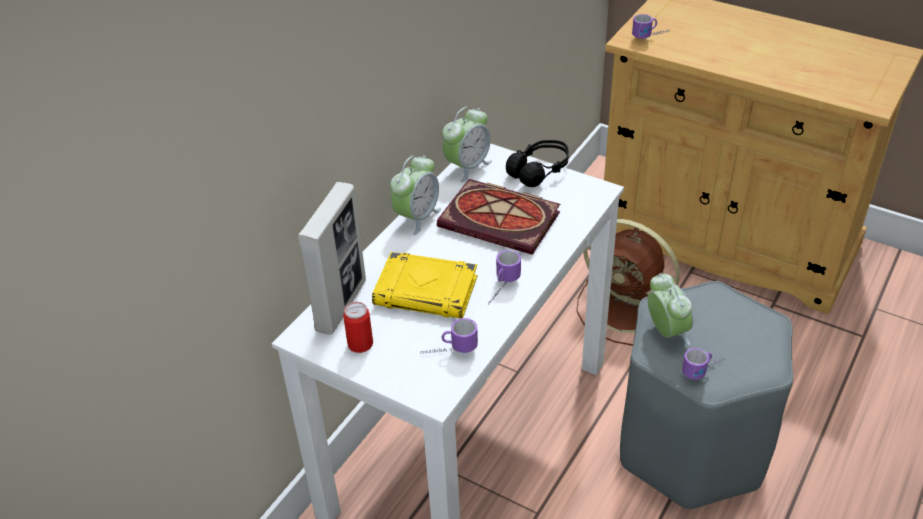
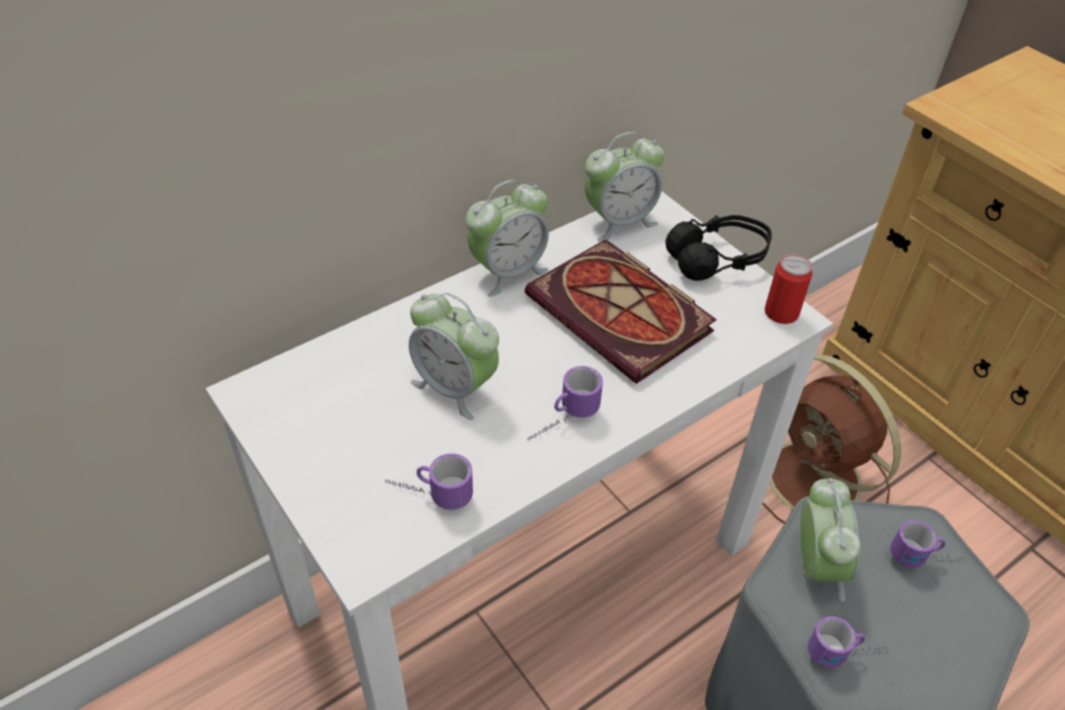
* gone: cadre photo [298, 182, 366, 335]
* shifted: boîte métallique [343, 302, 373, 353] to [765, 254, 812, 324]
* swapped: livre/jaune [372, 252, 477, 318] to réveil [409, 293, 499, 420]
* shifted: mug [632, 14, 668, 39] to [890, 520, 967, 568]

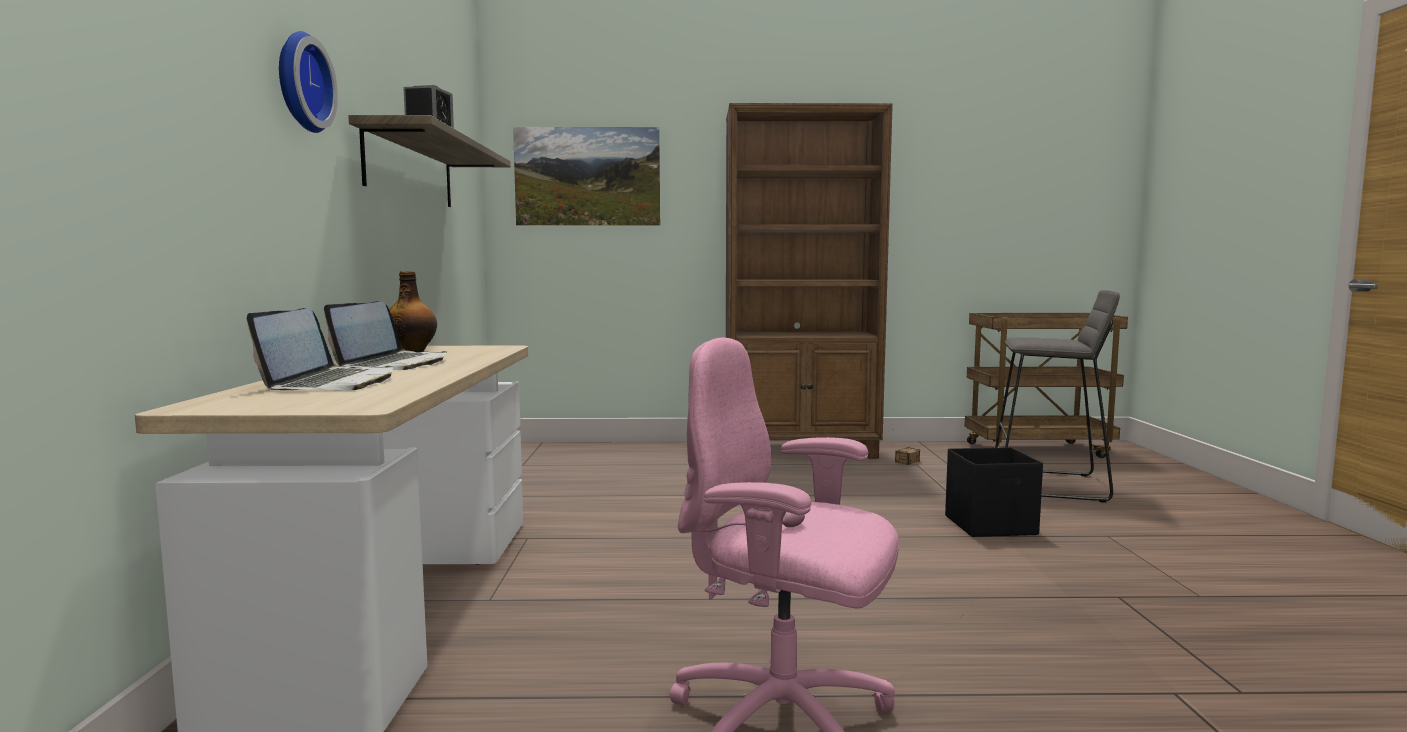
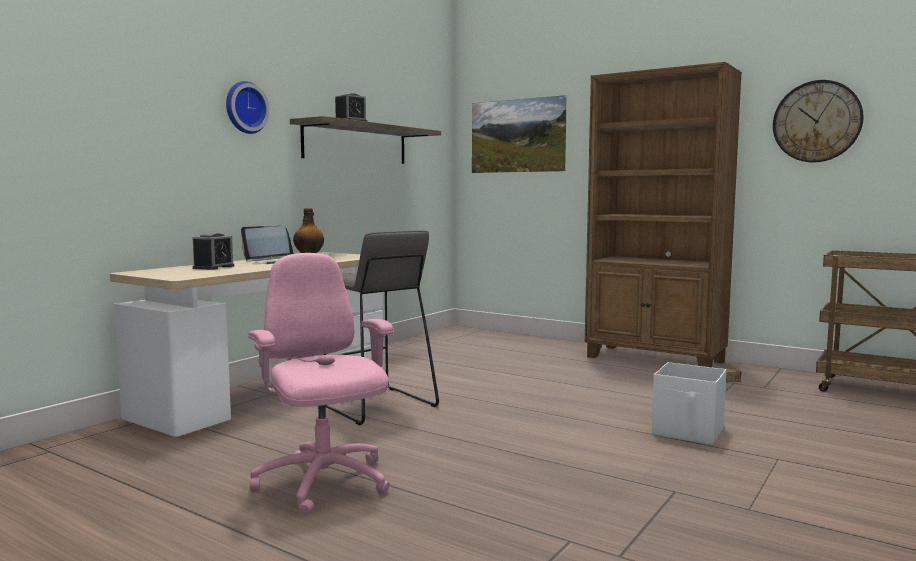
* swapped: ordinateur portable [247, 308, 393, 391] to réveil [193, 233, 234, 270]
* repainted: boîte de rangement/noir [945, 447, 1043, 537] to boîte de rangement/blanc [652, 362, 727, 445]
* shifted: tabouret/gris [995, 290, 1120, 503] to [323, 230, 439, 425]
* new: horloge murale [773, 80, 864, 163]

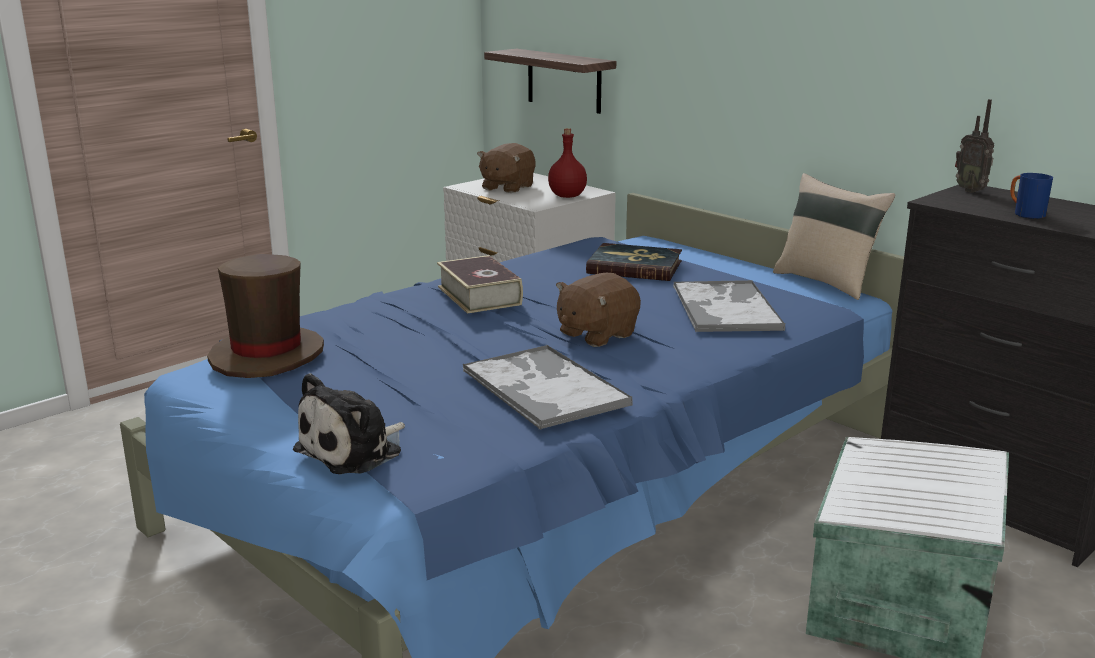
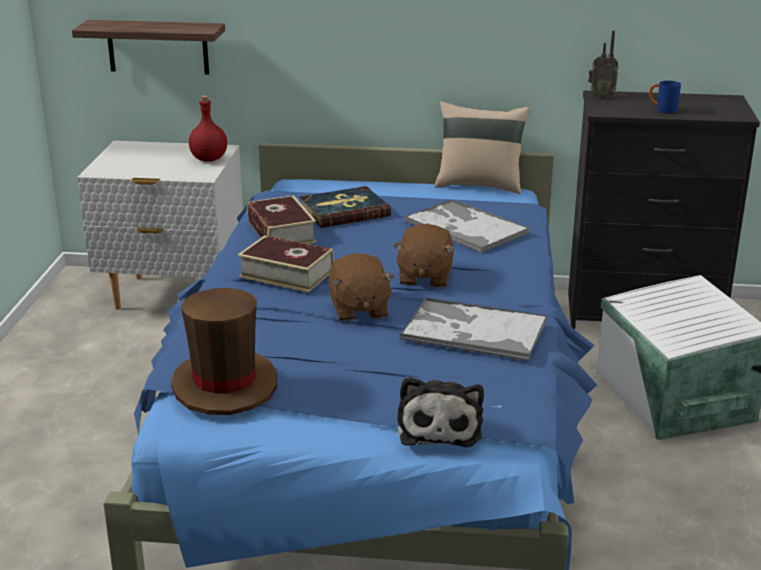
* shifted: peluche/marron [477, 143, 536, 193] to [329, 253, 395, 322]
* new: livre [247, 195, 317, 244]

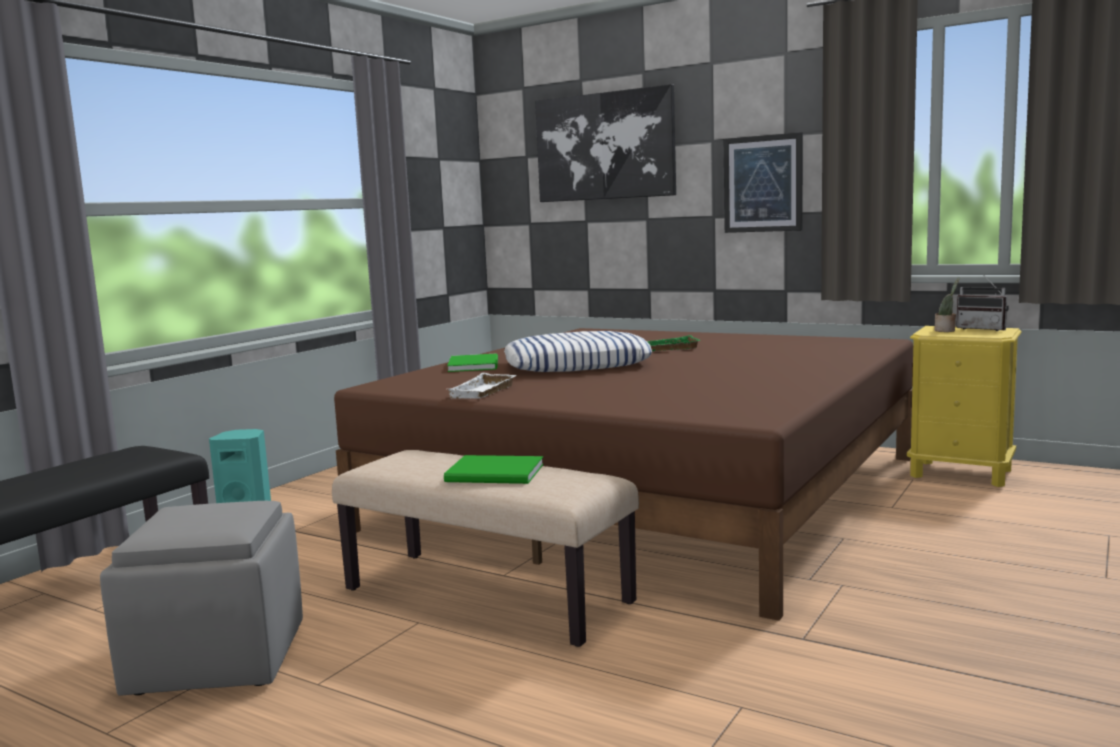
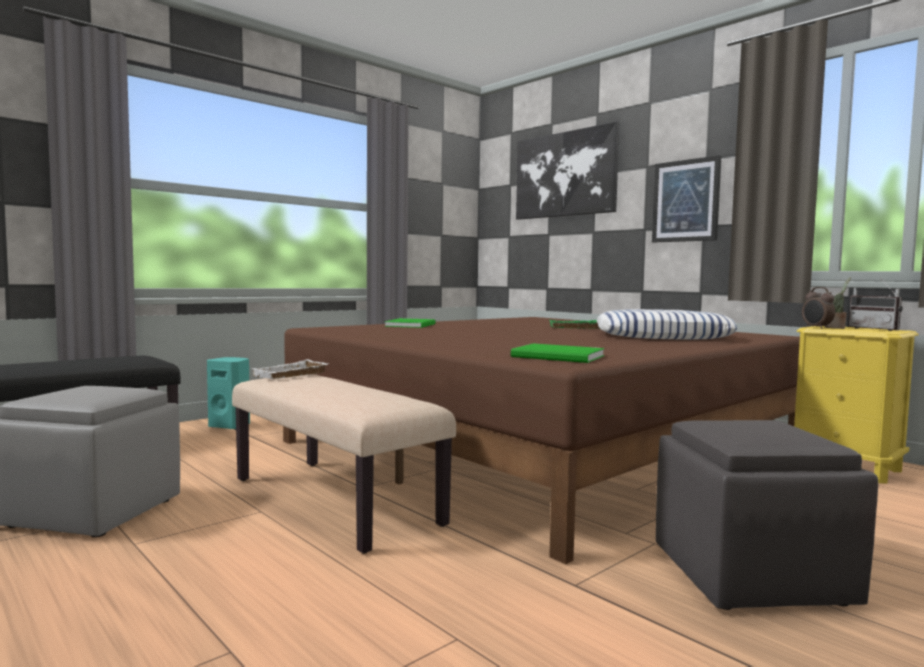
* shifted: livre/vert [444, 455, 544, 484] to [511, 343, 605, 363]
* shifted: plateau/blanc [448, 373, 516, 399] to [252, 359, 329, 379]
* shifted: coussin [504, 331, 652, 372] to [597, 309, 738, 340]
* new: pouf/gris [656, 420, 878, 610]
* new: réveil [802, 287, 835, 329]

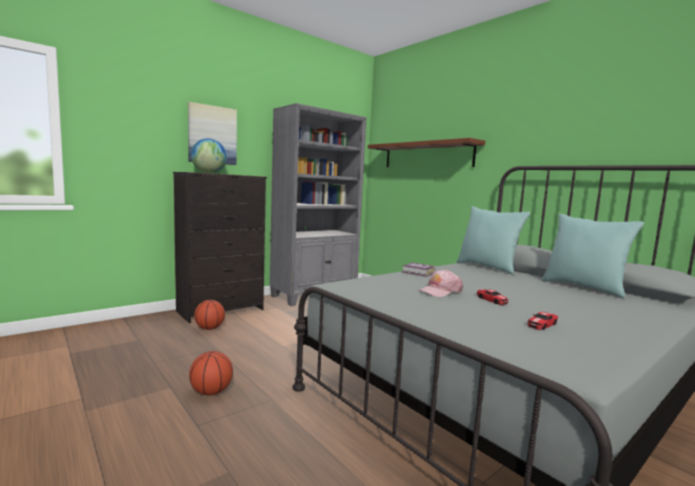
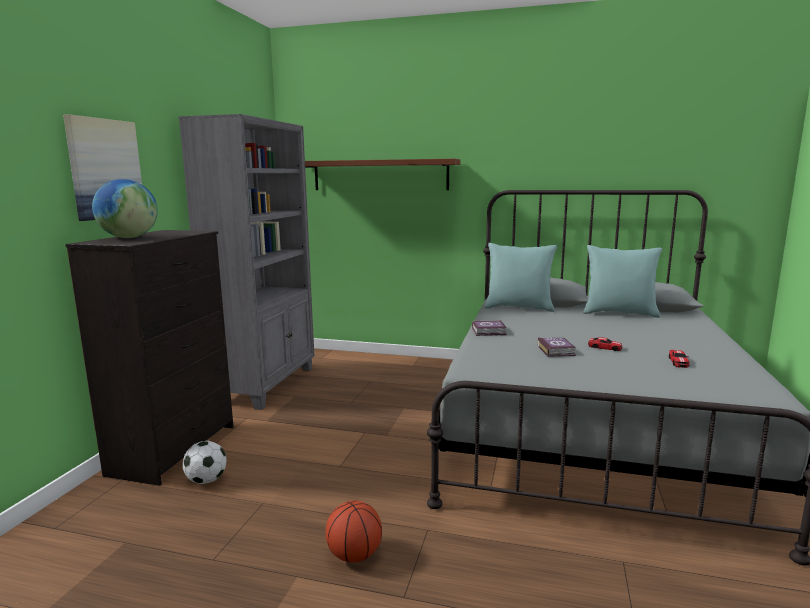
* swapped: ballon de basket [194, 300, 225, 330] to ballon de foot [183, 441, 227, 484]
* swapped: casquette/rose [418, 270, 463, 297] to livre [537, 337, 576, 357]

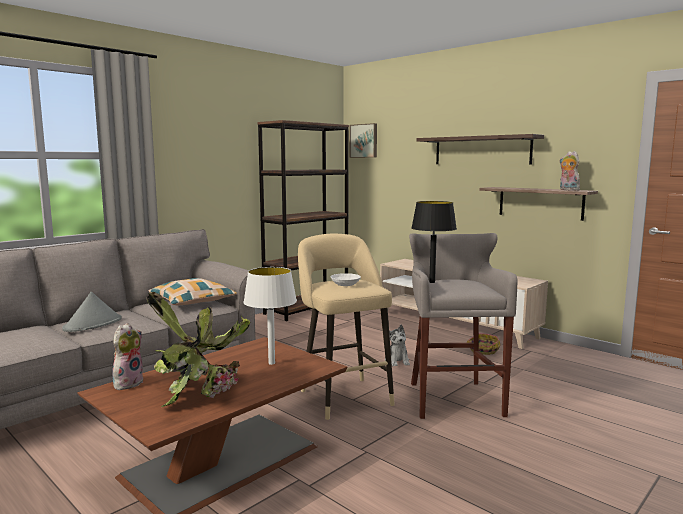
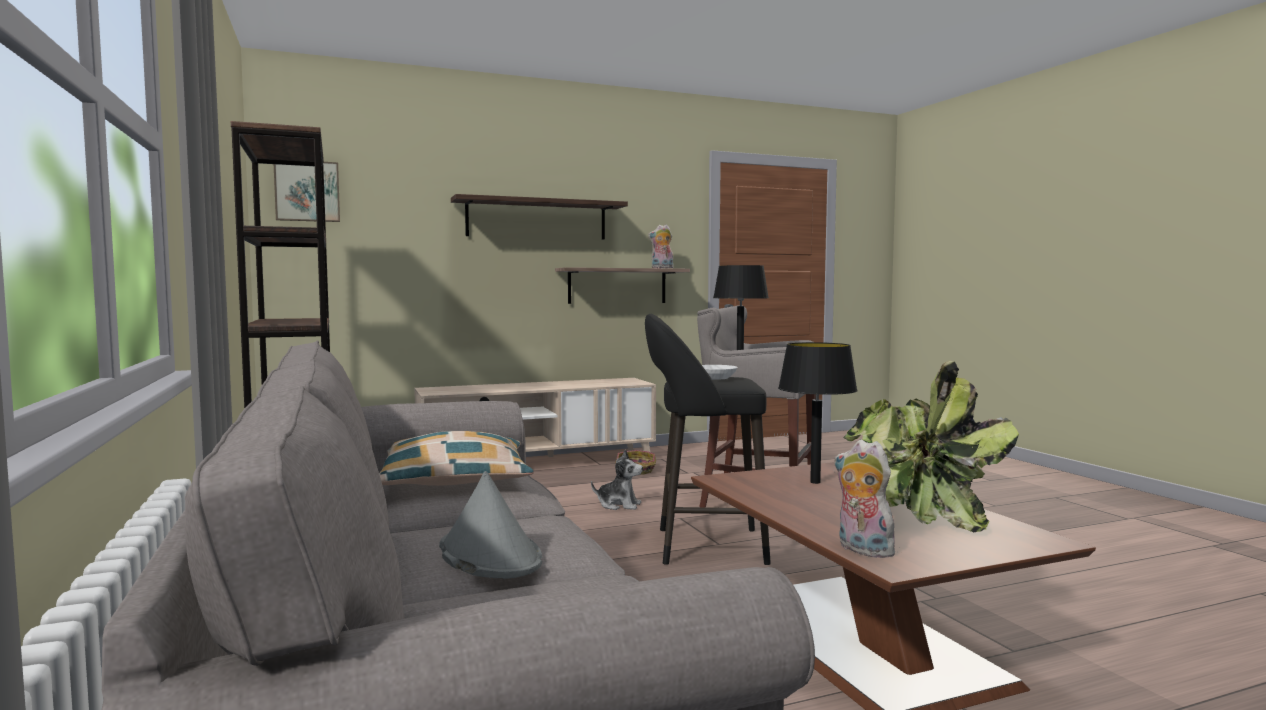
* repainted: lampe de table/blanc [243, 267, 297, 365] to lampe de table/noir [778, 342, 858, 484]
* repainted: tabouret/beige [298, 234, 395, 420] to tabouret/noir [645, 314, 771, 565]

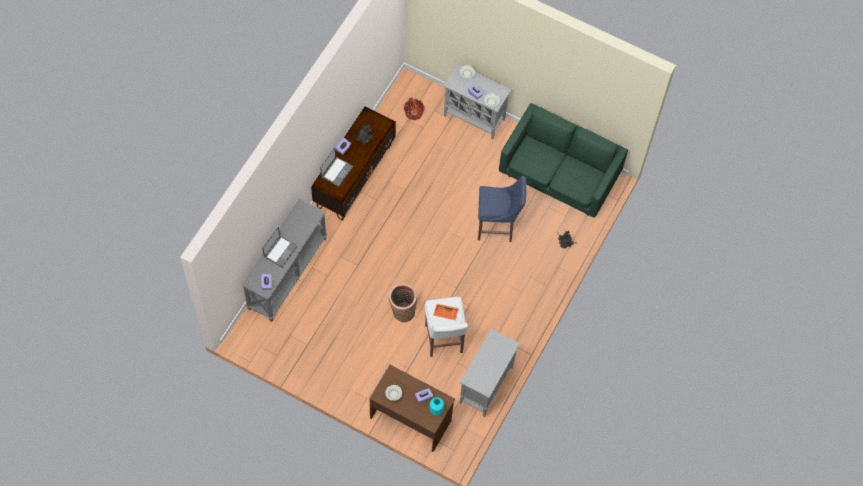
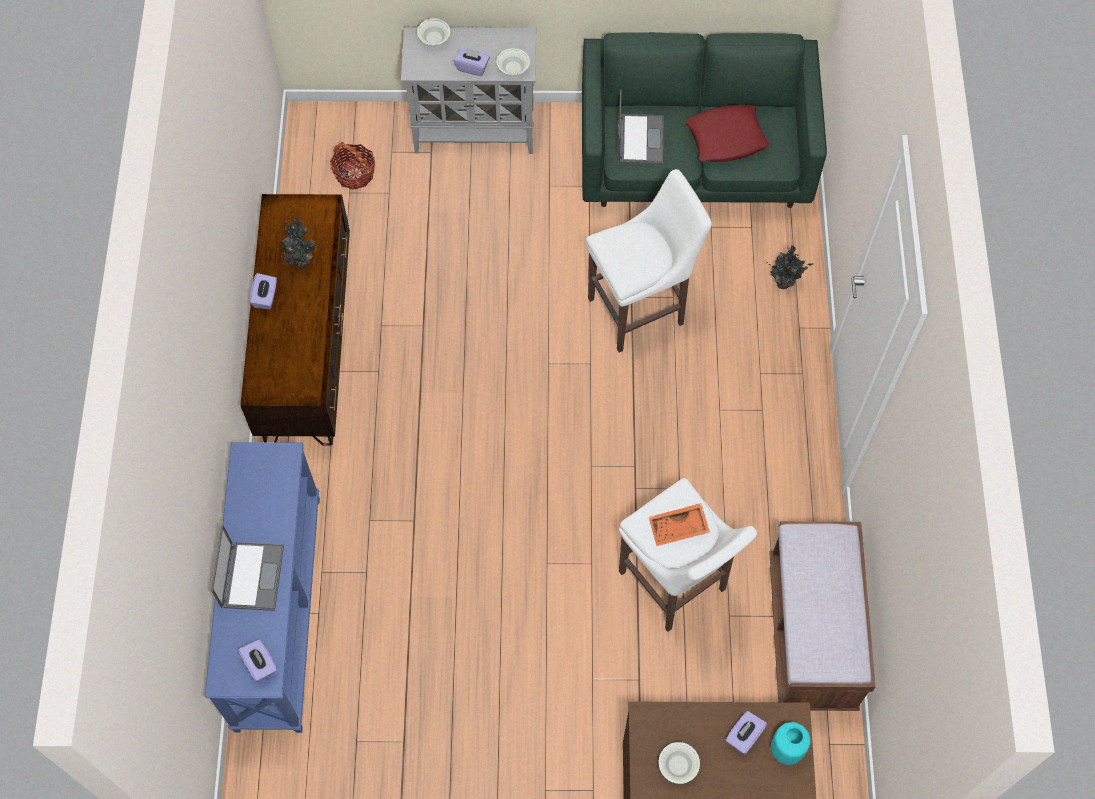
* repainted: table console/gris [242, 199, 327, 322] to table console/bleu [205, 442, 320, 733]
* shifted: ordinateur portable [320, 147, 353, 187] to [617, 89, 663, 165]
* gone: panier [389, 283, 417, 322]
* swapped: meuble de rangement/gris [459, 329, 520, 417] to banc/marron [769, 521, 876, 711]
* repainted: tabouret/bleu [478, 176, 527, 242] to tabouret/blanc [586, 169, 712, 352]
* new: coussin/rouge [685, 105, 769, 162]

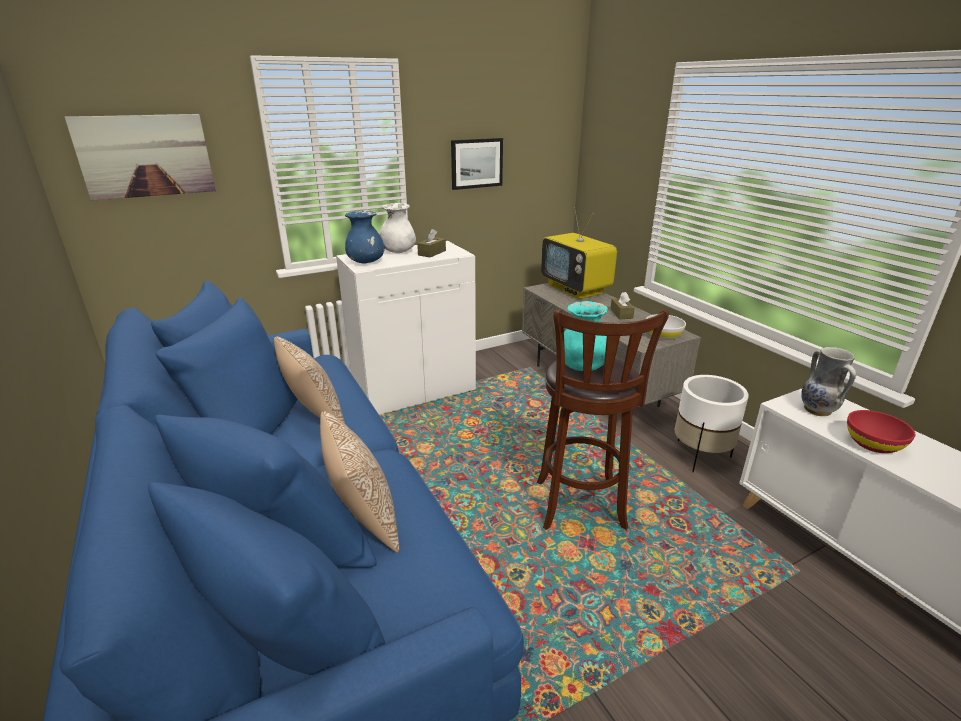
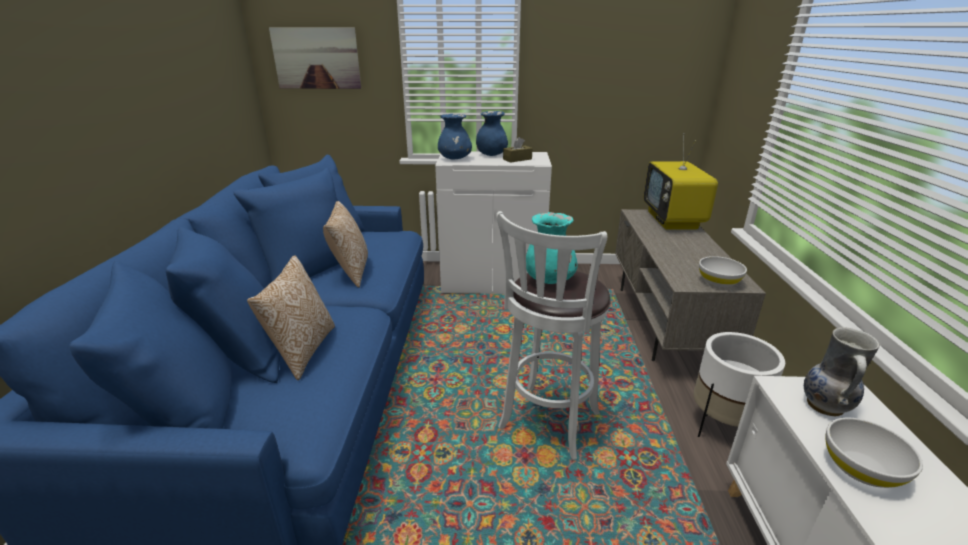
* repainted: vase/blanc [379, 203, 416, 253] to vase/bleu [476, 111, 508, 156]
* gone: tableau [451, 138, 503, 190]
* repainted: tabouret/marron [537, 310, 669, 530] to tabouret/blanc [496, 211, 611, 460]
* gone: boîte à mouchoirs/marron [610, 292, 635, 319]
* repainted: bol/rouge [847, 410, 916, 453] to bol/blanc [826, 417, 923, 488]

